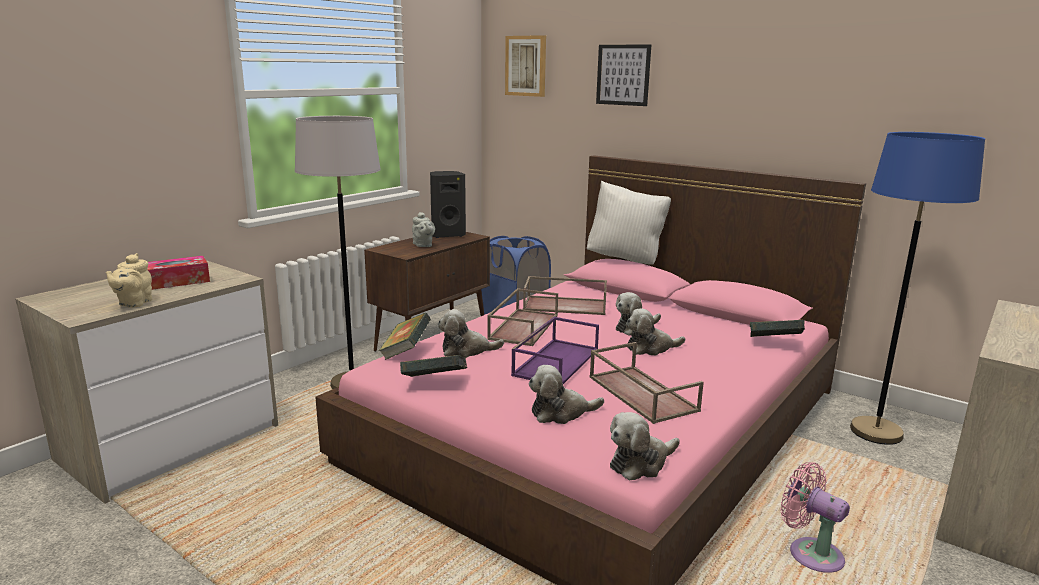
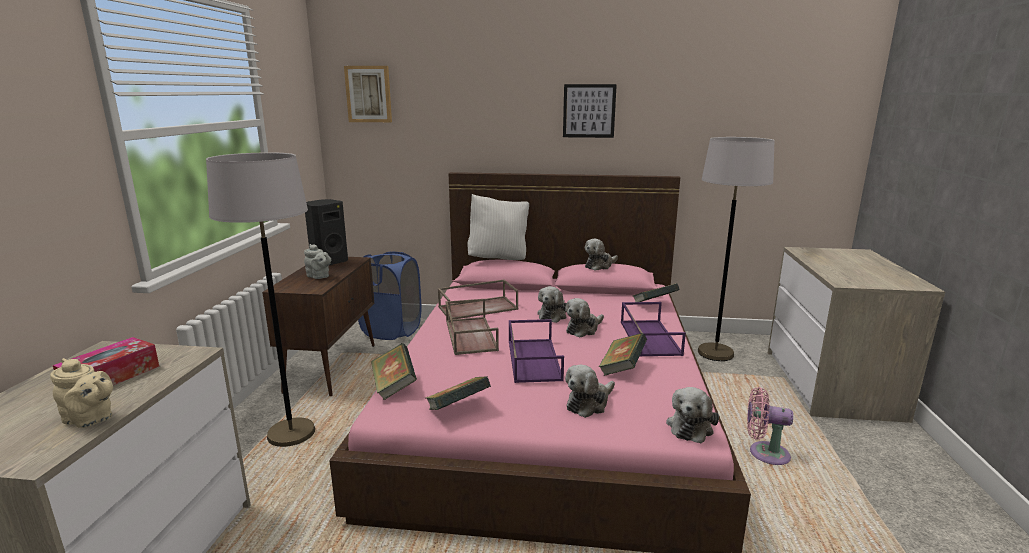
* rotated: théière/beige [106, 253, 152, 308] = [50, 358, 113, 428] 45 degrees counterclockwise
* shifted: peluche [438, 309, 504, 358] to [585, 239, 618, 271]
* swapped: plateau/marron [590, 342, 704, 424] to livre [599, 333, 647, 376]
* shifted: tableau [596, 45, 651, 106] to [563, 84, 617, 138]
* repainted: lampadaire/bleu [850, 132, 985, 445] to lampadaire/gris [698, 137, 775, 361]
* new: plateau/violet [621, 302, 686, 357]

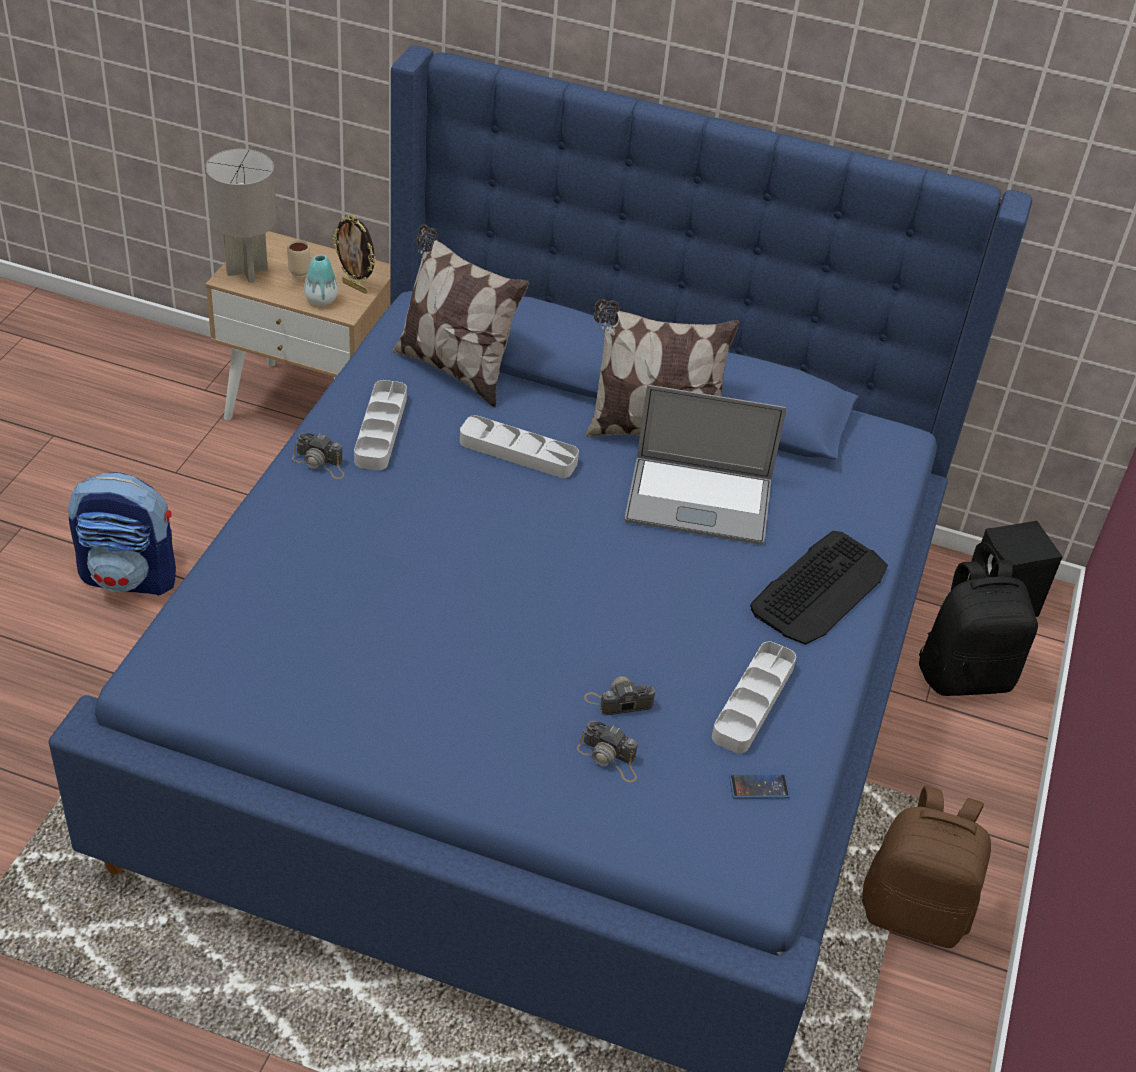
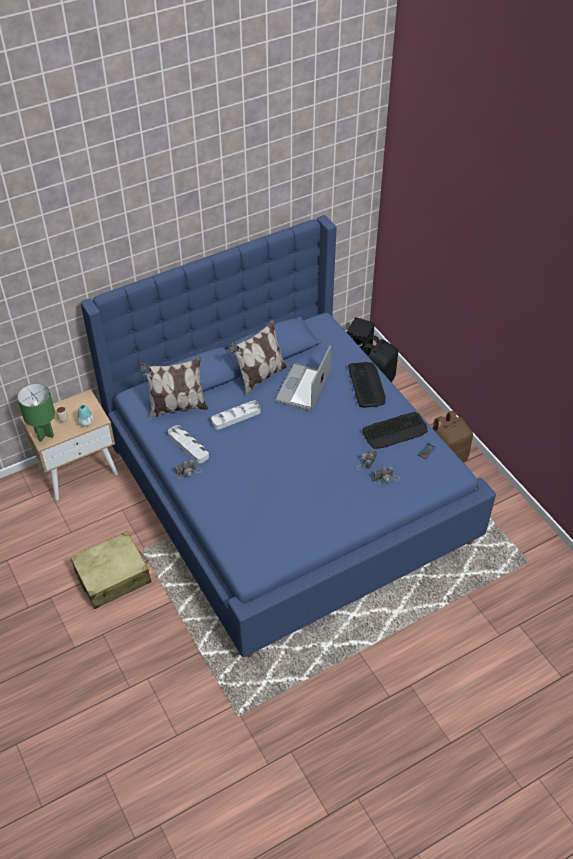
* swapped: sac à dos [68, 472, 176, 596] to valise/beige [70, 531, 151, 609]
* repainted: lampe de table/gris [205, 149, 277, 283] to lampe de table/vert [17, 383, 55, 442]
* gone: cadre photo [332, 215, 376, 294]
* rotated: ordinateur portable [625, 385, 786, 545] = [275, 345, 331, 411] 150 degrees clockwise
* swapped: plateau/gris [712, 641, 796, 754] to clavier [362, 412, 428, 449]

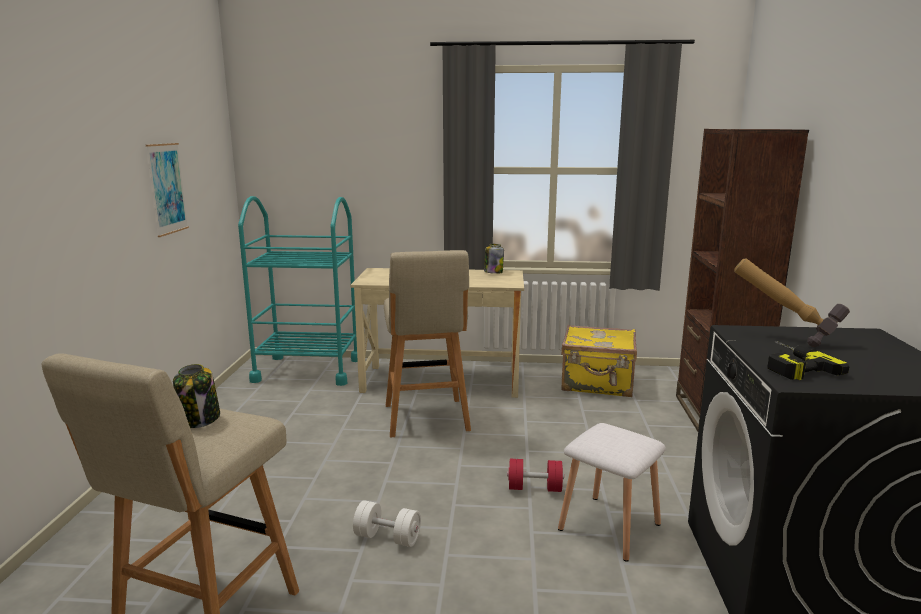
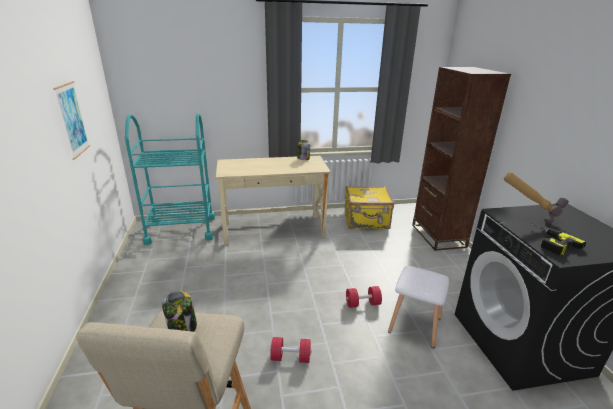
* repainted: haltère/blanc [353, 500, 421, 547] to haltère/rouge [270, 337, 312, 363]
* gone: tabouret/beige [384, 250, 471, 437]

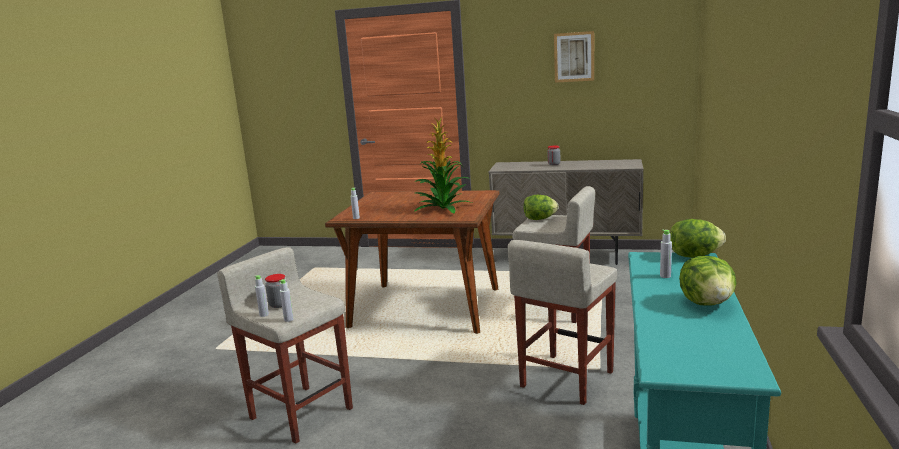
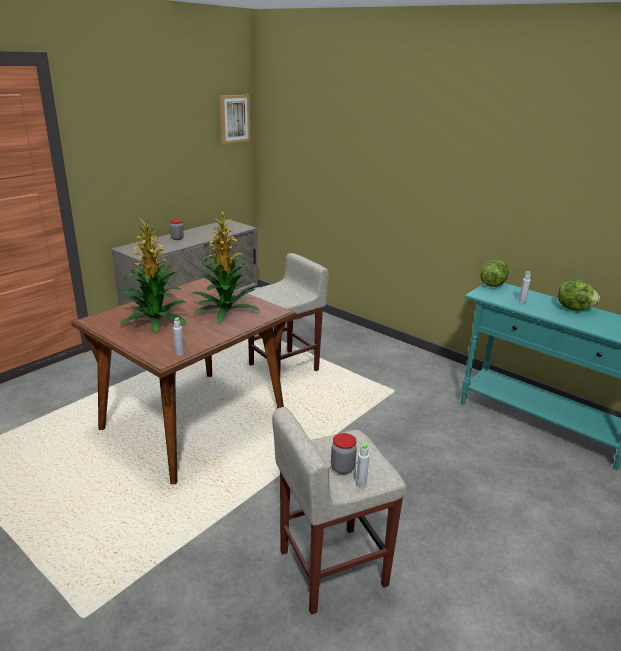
* gone: bouteille/gris [279, 279, 294, 322]
* gone: tabouret/beige [507, 240, 618, 405]
* gone: laitue [523, 195, 558, 220]
* shifted: tableau [554, 31, 594, 83] to [220, 95, 250, 144]
* new: plante en pot [118, 218, 187, 332]

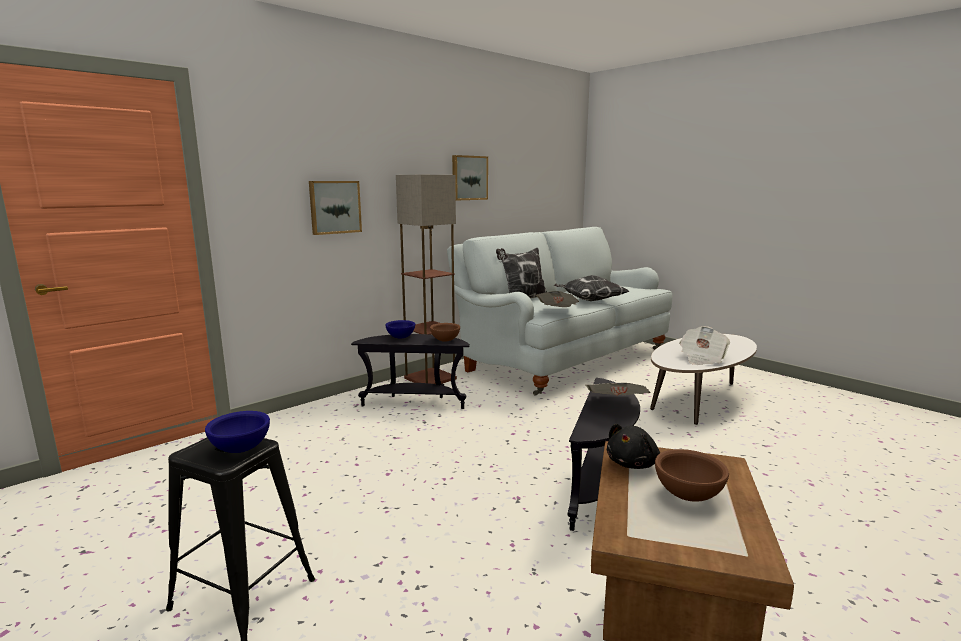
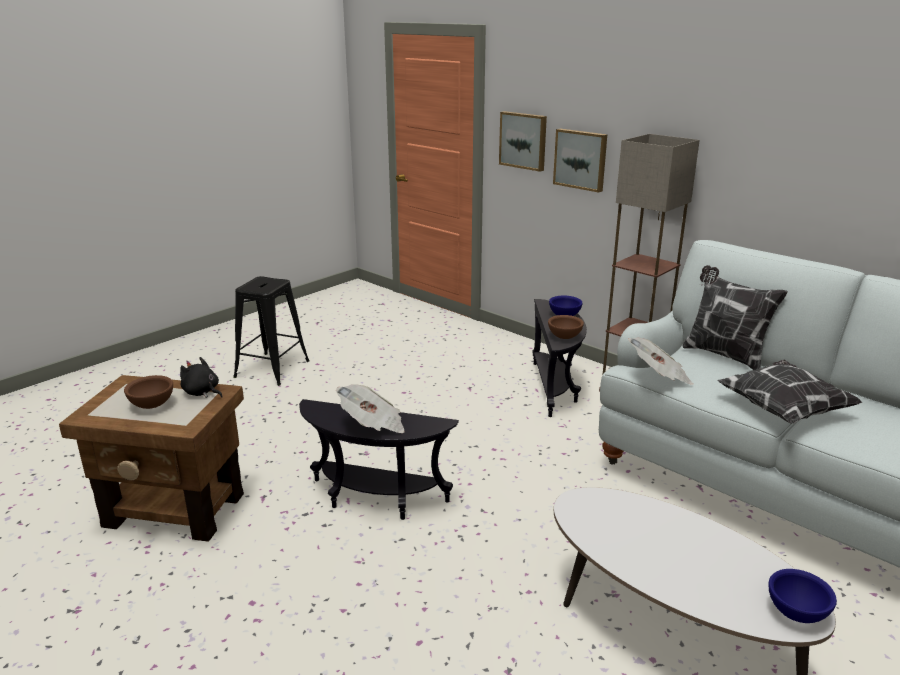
* shifted: bol/bleu [205, 411, 270, 453] to [769, 569, 837, 623]
* shifted: tableau [452, 155, 488, 201] to [499, 111, 547, 172]
* gone: journal [679, 326, 730, 365]

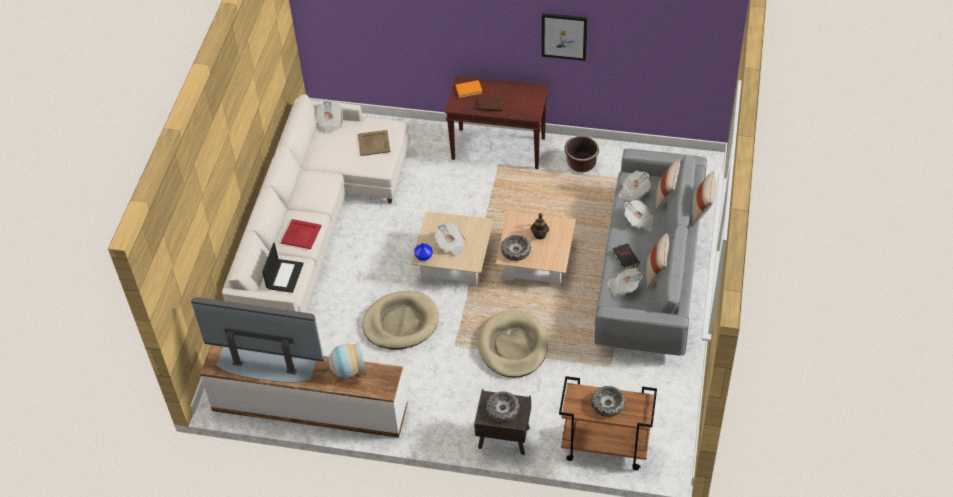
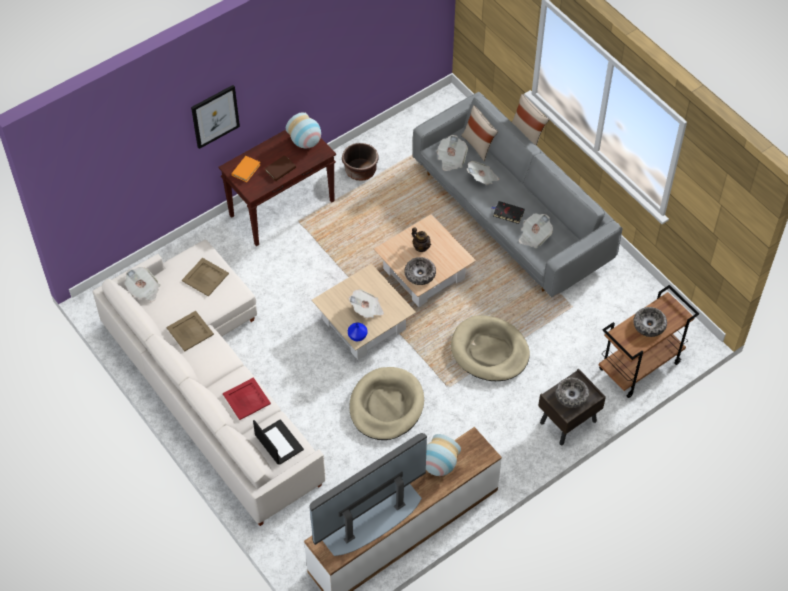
* shifted: tableau [542, 13, 588, 61] to [191, 85, 240, 149]
* gone: coussin/beige [646, 233, 670, 289]
* new: plateau/beige [166, 311, 214, 352]
* new: vase [286, 112, 321, 148]

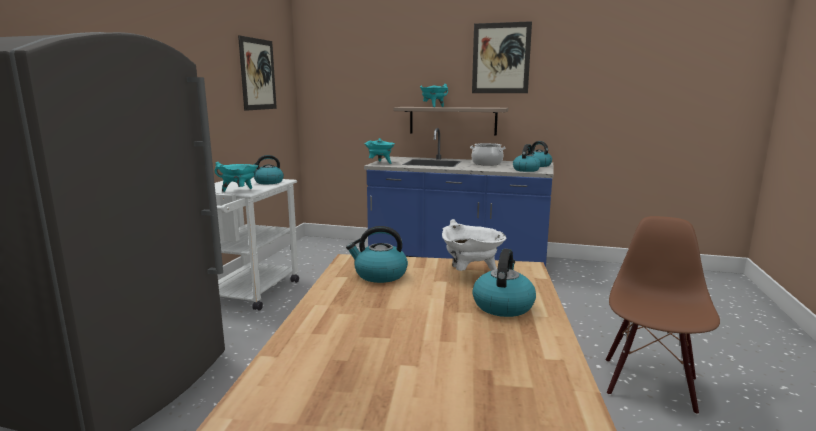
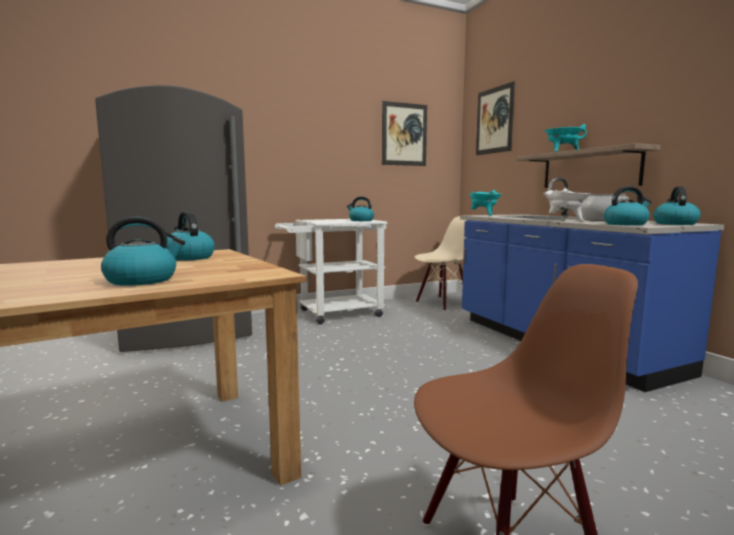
* gone: marmite/turquoise [215, 162, 258, 192]
* shifted: marmite/blanc [442, 219, 506, 271] to [544, 188, 591, 222]
* shifted: tableau [472, 21, 532, 93] to [476, 81, 515, 155]
* new: chaise/beige [415, 216, 467, 311]

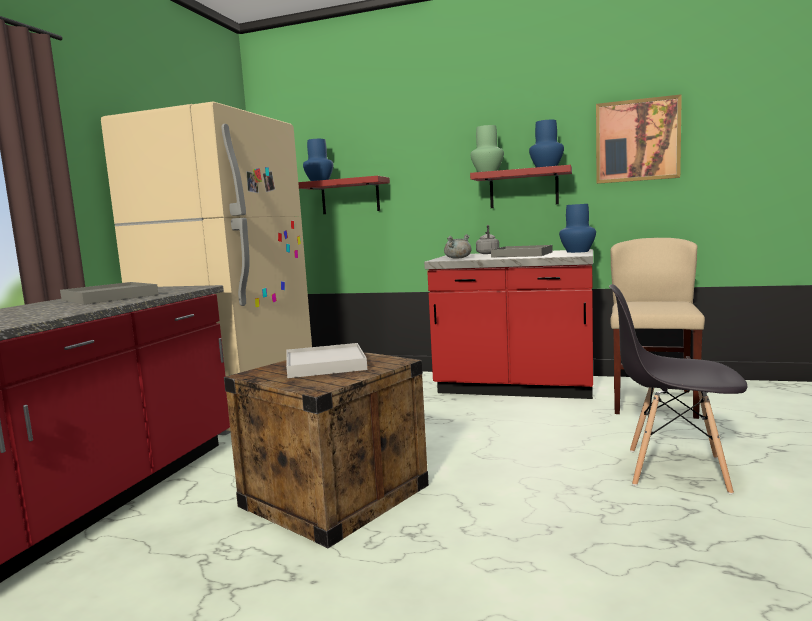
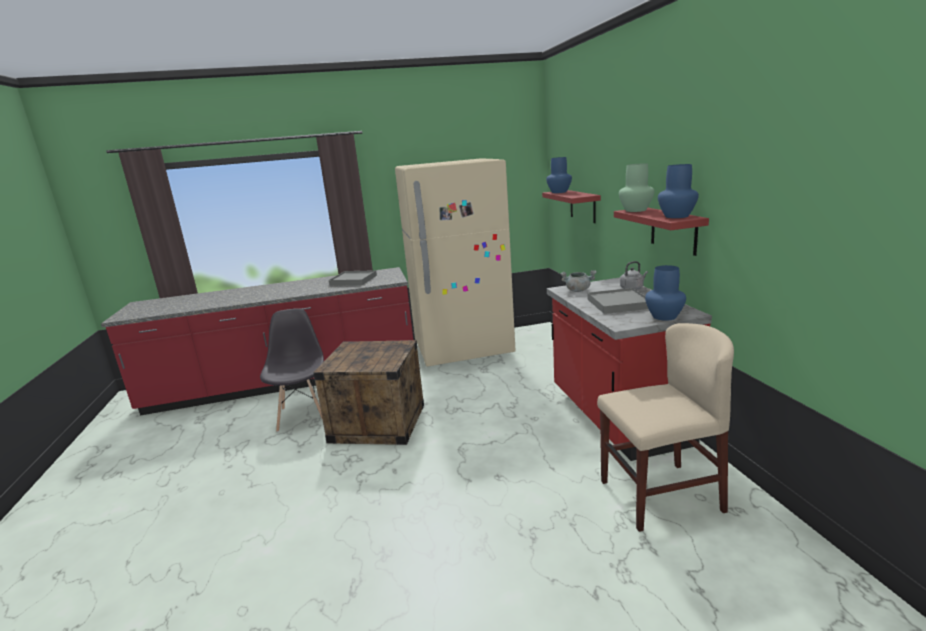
* gone: plateau/blanc [286, 343, 367, 378]
* gone: tableau [596, 94, 682, 184]
* shifted: chaise/gris [609, 284, 747, 494] to [260, 308, 324, 432]

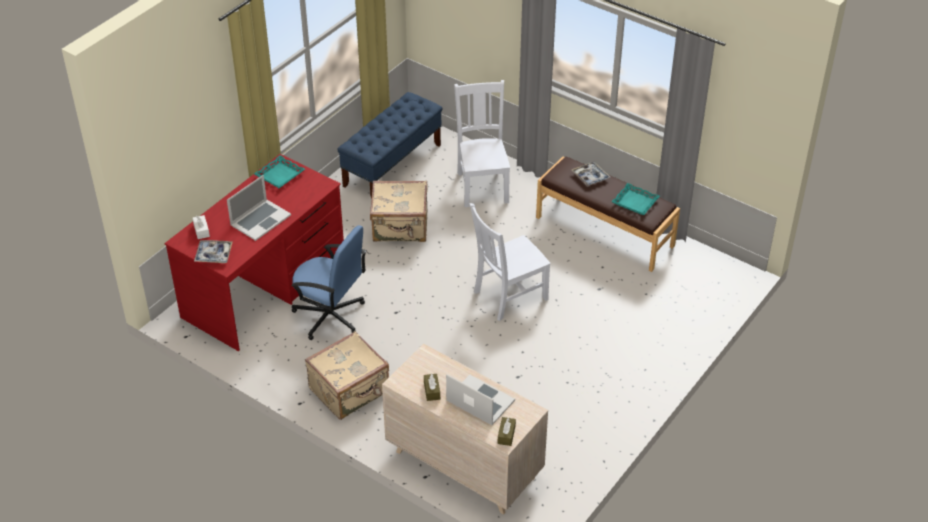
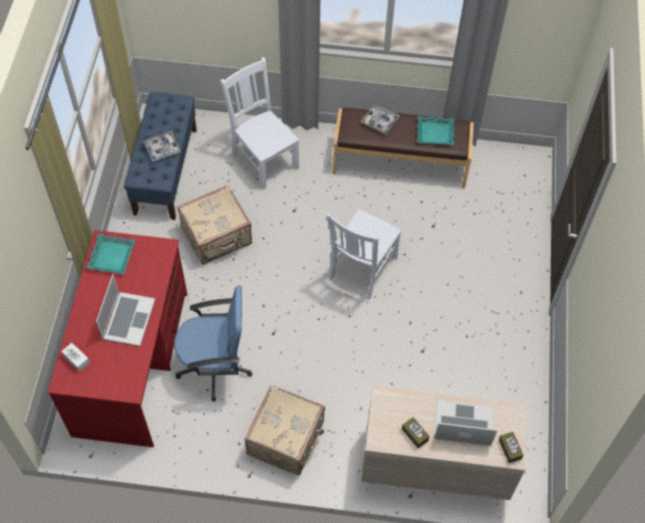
* shifted: plateau [194, 240, 233, 263] to [143, 131, 181, 162]

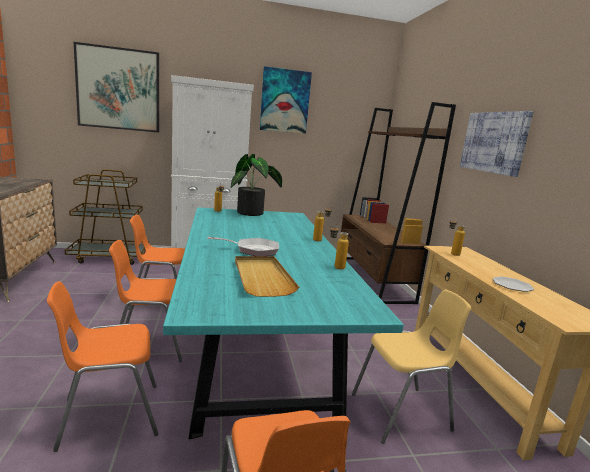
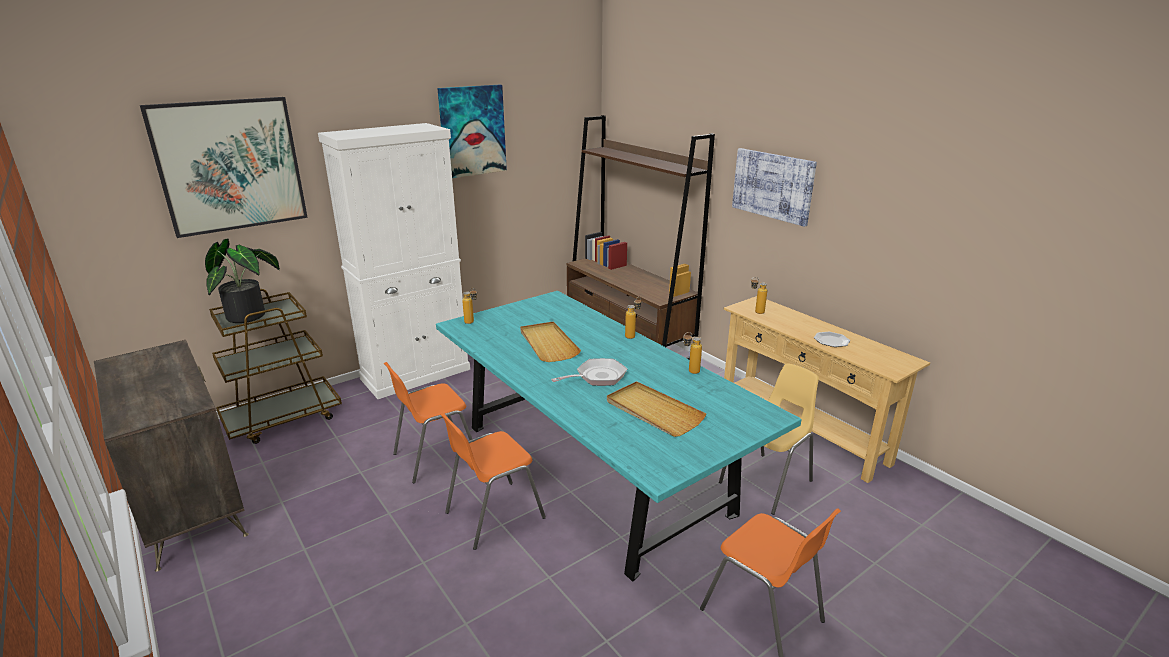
* gone: chaise/orange [47, 281, 158, 452]
* shifted: plante en pot [231, 154, 282, 216] to [205, 238, 280, 323]
* new: plateau/beige [520, 322, 581, 362]

